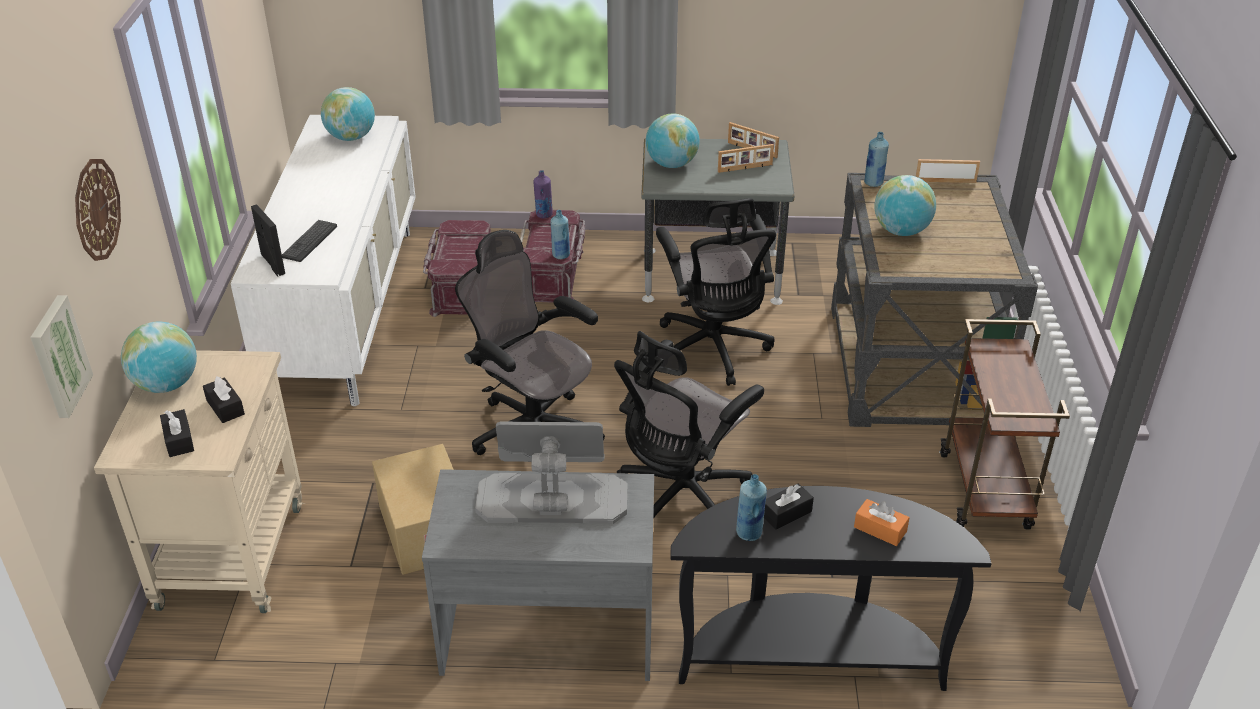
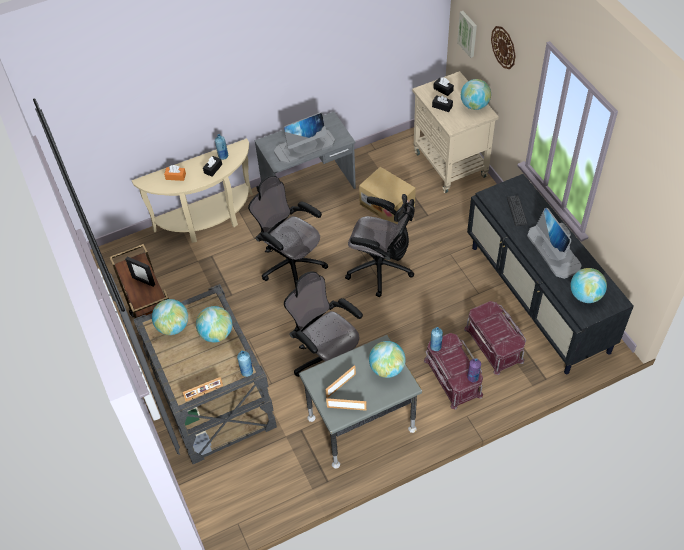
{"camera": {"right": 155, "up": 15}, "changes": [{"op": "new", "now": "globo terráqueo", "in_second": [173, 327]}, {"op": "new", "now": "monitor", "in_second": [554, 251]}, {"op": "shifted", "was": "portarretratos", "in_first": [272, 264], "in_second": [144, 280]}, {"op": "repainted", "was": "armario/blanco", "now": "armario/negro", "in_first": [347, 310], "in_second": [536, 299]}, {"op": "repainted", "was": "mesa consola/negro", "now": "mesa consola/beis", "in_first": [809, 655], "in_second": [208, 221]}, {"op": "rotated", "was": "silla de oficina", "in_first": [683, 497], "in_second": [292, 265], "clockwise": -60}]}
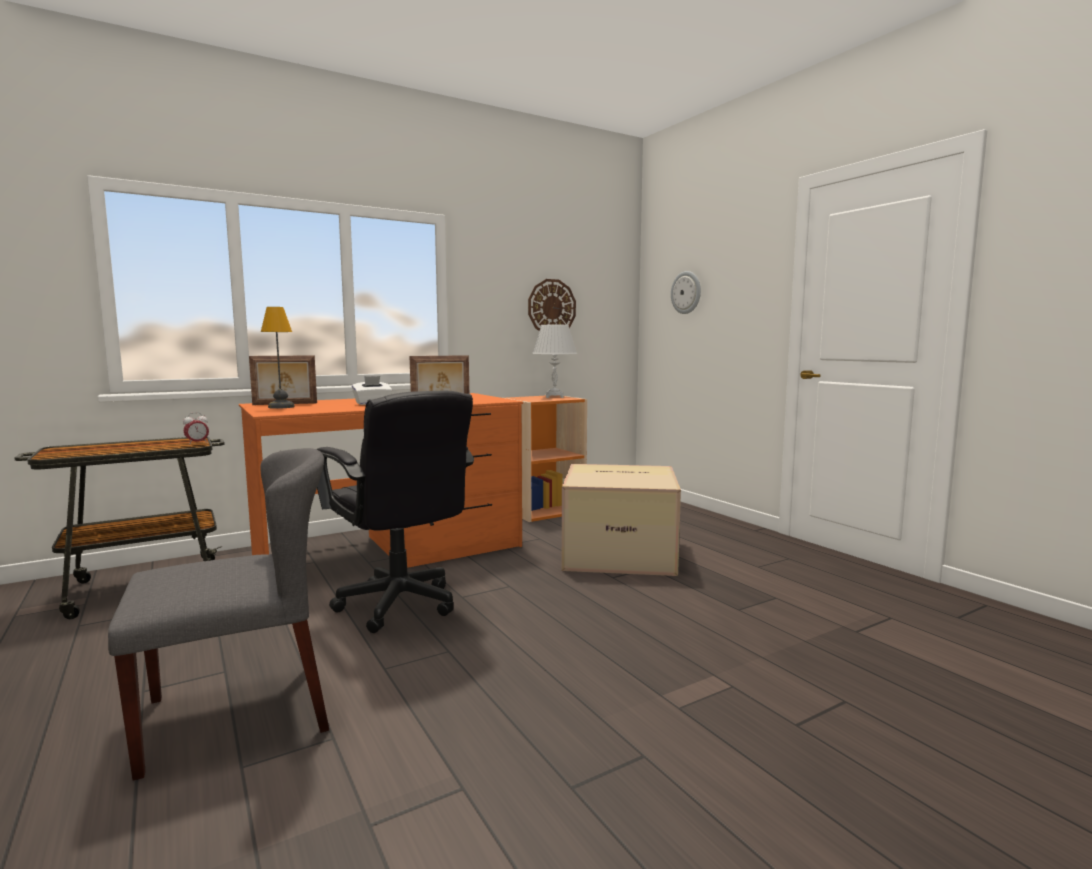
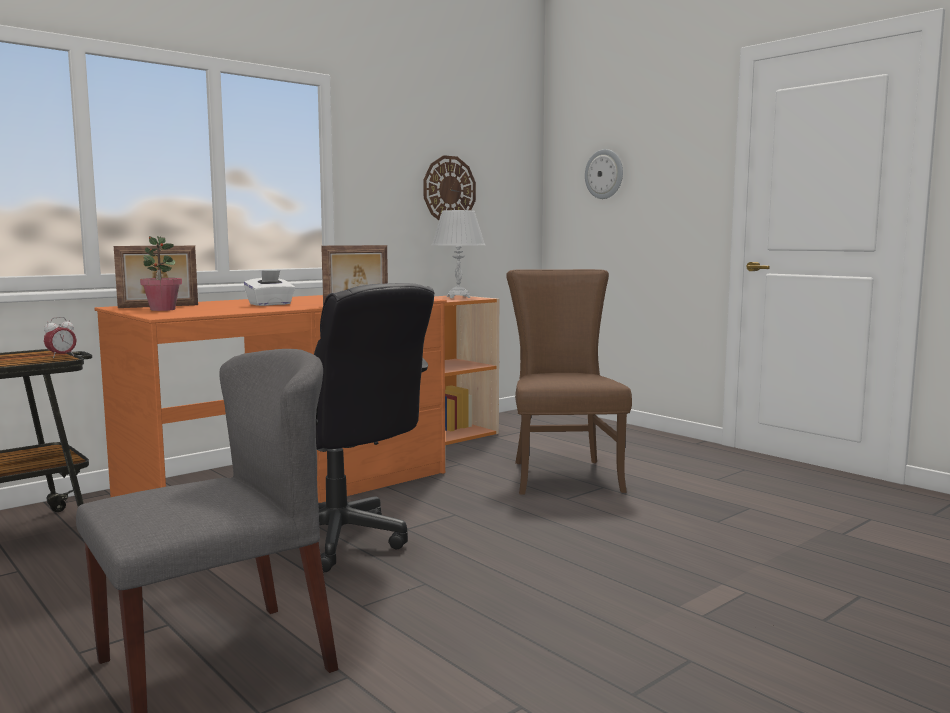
{"camera": {"right": -10, "up": 0}, "changes": [{"op": "swapped", "was": "lámpara de mesa", "now": "planta en maceta", "in_first": [281, 407], "in_second": [162, 309]}, {"op": "swapped", "was": "caja de cartón", "now": "silla/marrón", "in_first": [621, 553], "in_second": [562, 474]}]}
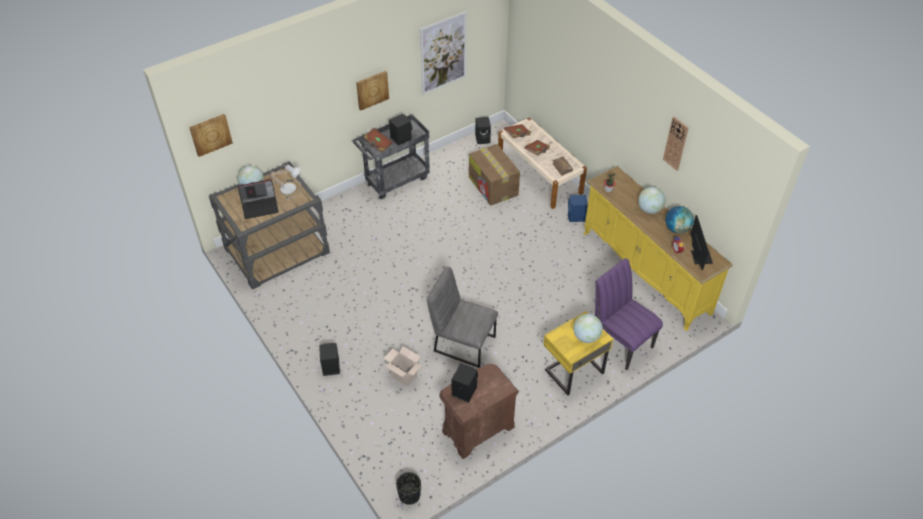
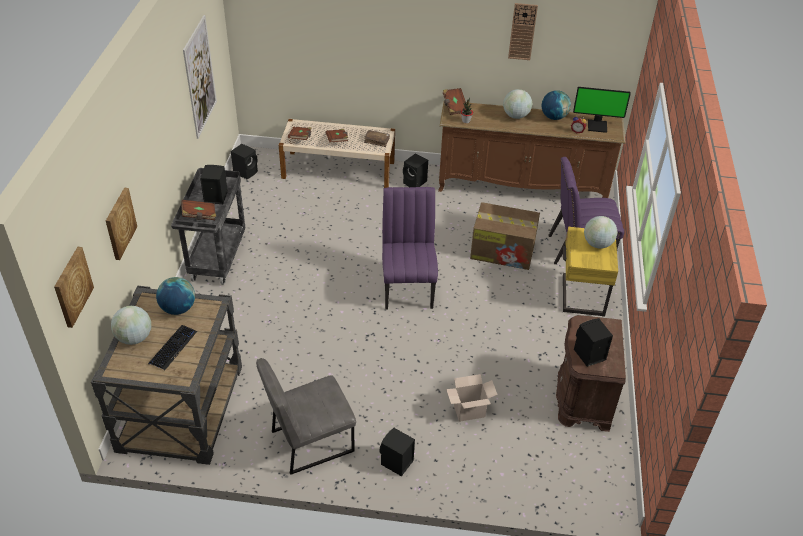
{"camera": {"right": -50, "up": -5}, "changes": [{"op": "gone", "was": "maceta/negro", "in_first": [409, 495]}, {"op": "new", "now": "silla/morado", "in_second": [407, 287]}, {"op": "new", "now": "libro/marrón", "in_second": [454, 107]}, {"op": "shifted", "was": "cuadro", "in_first": [372, 90], "in_second": [119, 223]}, {"op": "shifted", "was": "silla/gris", "in_first": [463, 343], "in_second": [310, 441]}, {"op": "shifted", "was": "caja de cartón", "in_first": [493, 186], "in_second": [503, 251]}, {"op": "swapped", "was": "portátil", "now": "teclado", "in_first": [260, 206], "in_second": [173, 347]}, {"op": "swapped", "was": "lámpara de mesa", "now": "globo terráqueo", "in_first": [289, 188], "in_second": [178, 308]}, {"op": "repainted", "was": "altavoz/azul", "now": "altavoz/negro", "in_first": [576, 217], "in_second": [415, 182]}, {"op": "repainted", "was": "armario/amarillo", "now": "armario/marrón", "in_first": [644, 273], "in_second": [522, 188]}, {"op": "rotated", "was": "monitor", "in_first": [700, 257], "in_second": [597, 125], "clockwise": 150}]}
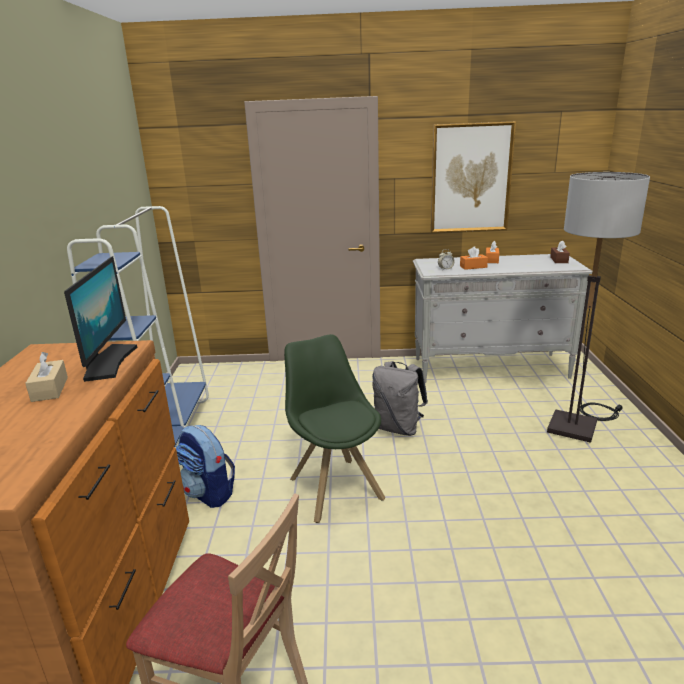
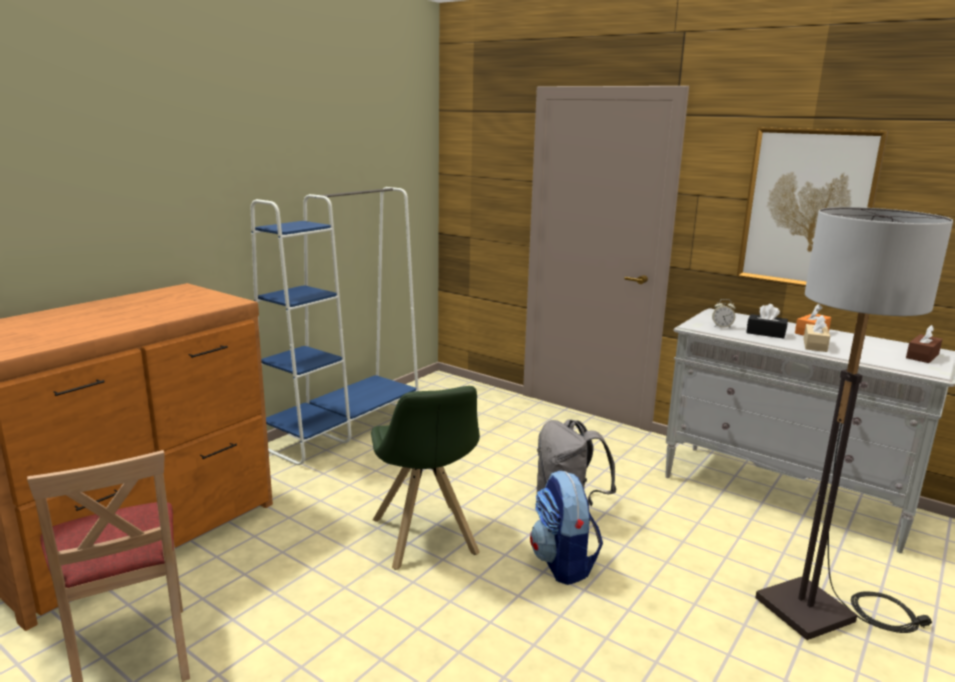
{"camera": {"right": 35, "up": -5}, "changes": [{"op": "gone", "was": "monitor", "in_first": [108, 362]}, {"op": "shifted", "was": "caja de pañuelos/beis", "in_first": [50, 389], "in_second": [815, 345]}, {"op": "shifted", "was": "mochila", "in_first": [209, 493], "in_second": [563, 564]}, {"op": "repainted", "was": "caja de pañuelos/naranja", "now": "caja de pañuelos/negro", "in_first": [473, 267], "in_second": [765, 333]}, {"op": "rotated", "was": "silla/verde", "in_first": [335, 488], "in_second": [425, 536], "clockwise": 150}]}
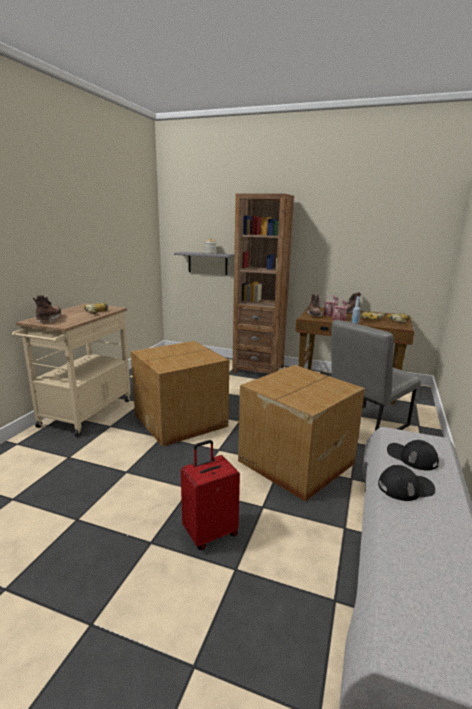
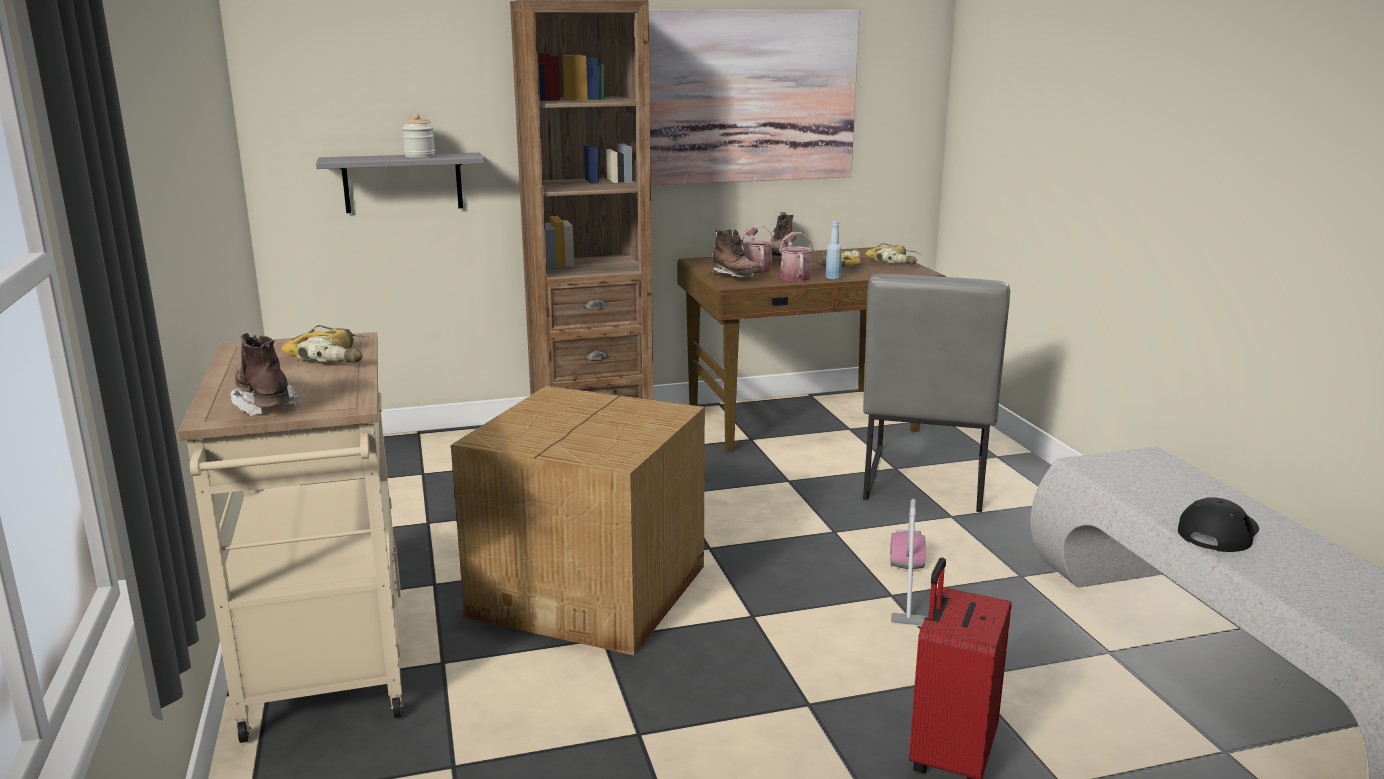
{"camera": {"right": -35, "up": 0}, "changes": [{"op": "gone", "was": "gorra/negro", "in_first": [411, 457]}, {"op": "new", "now": "cuadro", "in_second": [751, 97]}, {"op": "swapped", "was": "caja de cartón", "now": "aspiradora", "in_first": [294, 462], "in_second": [907, 585]}]}
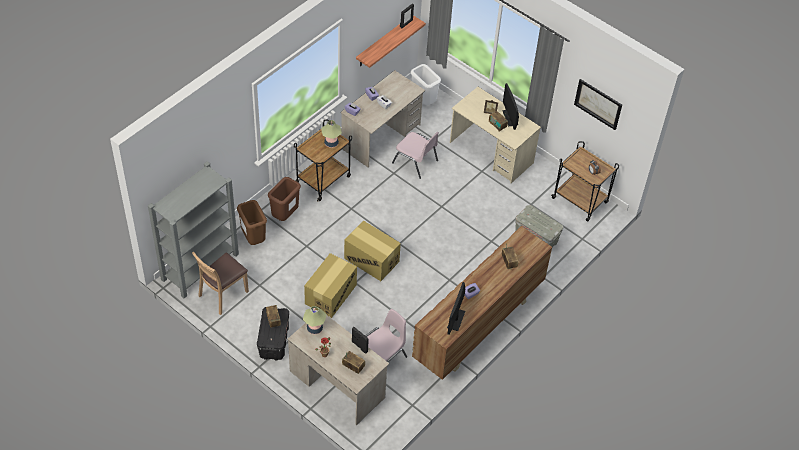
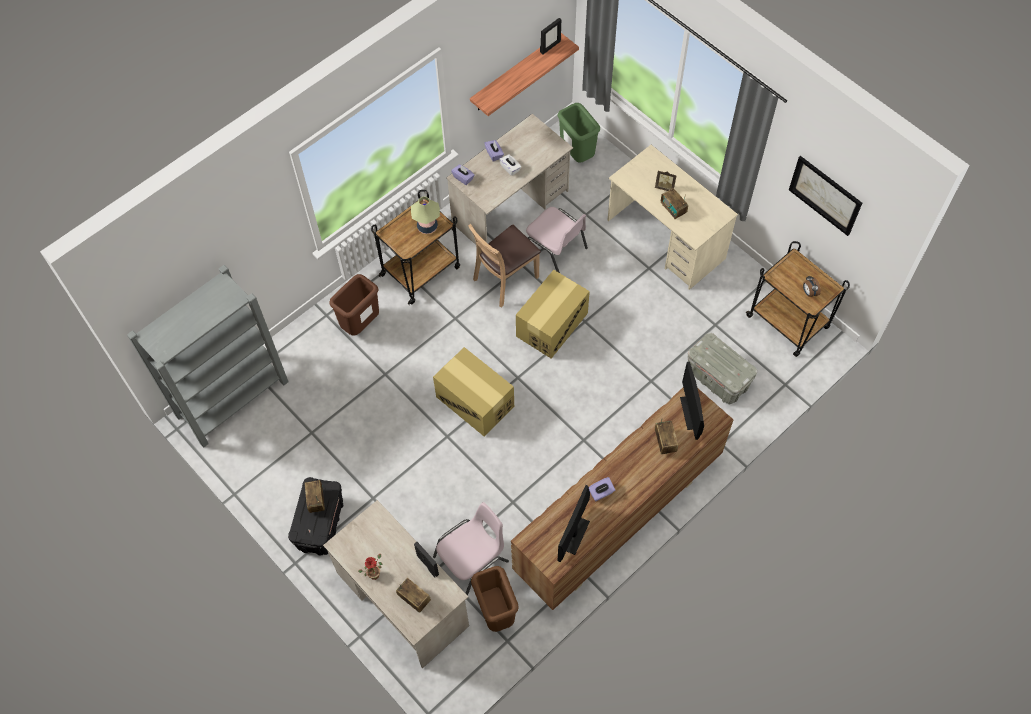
{"camera": {"right": 10, "up": 10}, "changes": [{"op": "gone", "was": "lámpara de mesa", "in_first": [314, 328]}, {"op": "shifted", "was": "silla/marrón", "in_first": [223, 294], "in_second": [505, 279]}, {"op": "shifted", "was": "papelera/marrón", "in_first": [253, 239], "in_second": [495, 612]}, {"op": "shifted", "was": "caja de cartón", "in_first": [330, 294], "in_second": [552, 325]}, {"op": "shifted", "was": "monitor", "in_first": [510, 117], "in_second": [691, 412]}, {"op": "repainted", "was": "papelera/blanco", "now": "papelera/verde", "in_first": [424, 101], "in_second": [577, 155]}]}
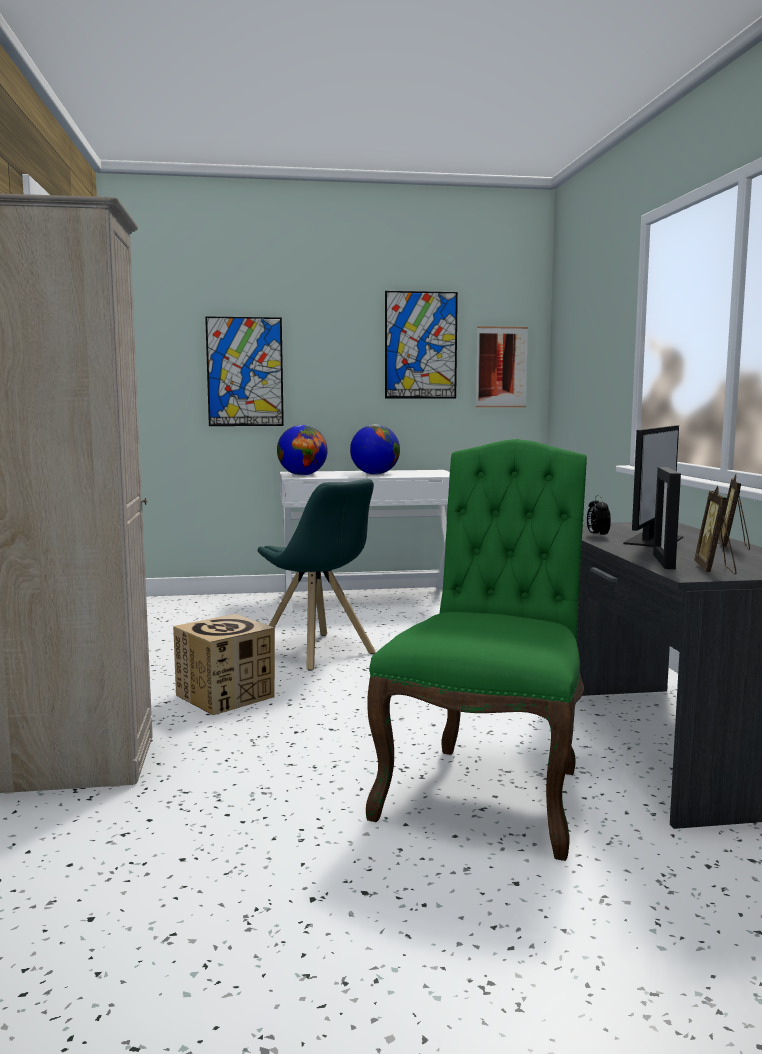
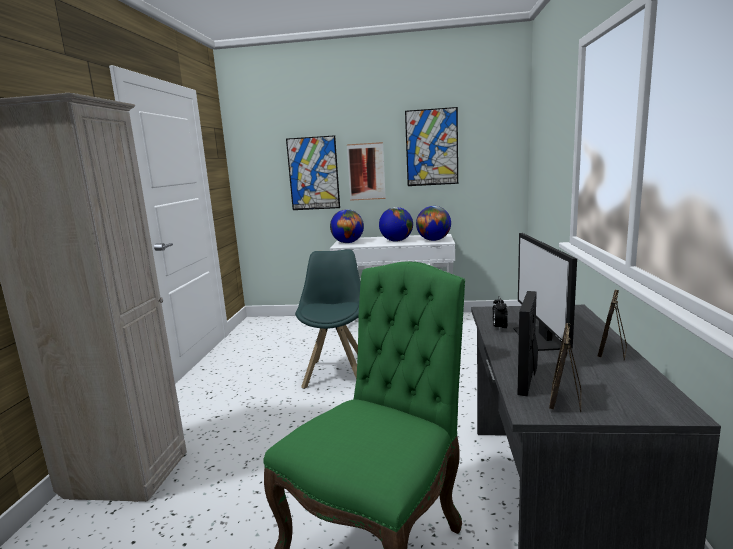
{"camera": {"right": 15, "up": 5}, "changes": [{"op": "gone", "was": "caja de cartón", "in_first": [225, 696]}, {"op": "new", "now": "globo terráqueo", "in_second": [433, 240]}, {"op": "shifted", "was": "cuadro", "in_first": [501, 367], "in_second": [366, 171]}, {"op": "rotated", "was": "silla/turquesa", "in_first": [317, 651], "in_second": [336, 373], "clockwise": -150}, {"op": "rotated", "was": "monitor", "in_first": [652, 540], "in_second": [542, 338], "clockwise": 135}]}
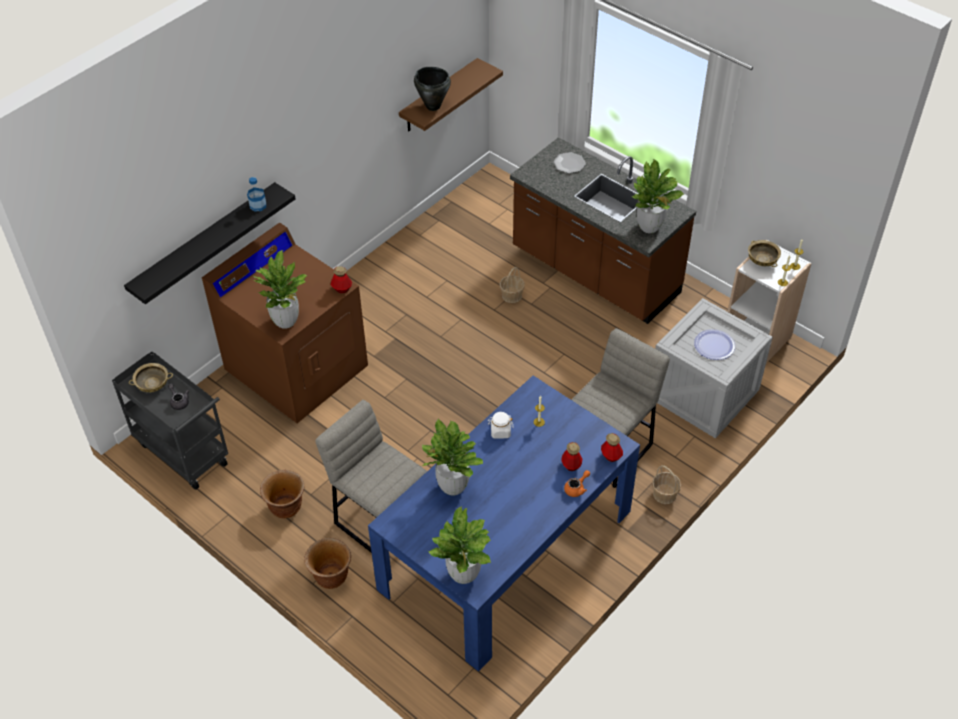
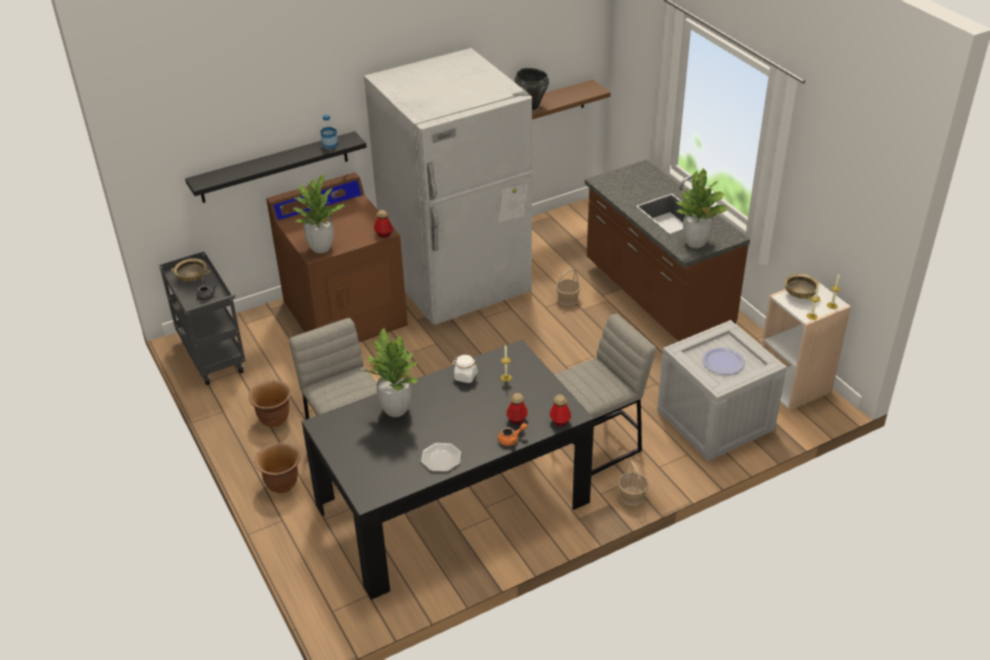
{"camera": {"right": 20, "up": -10}, "changes": [{"op": "gone", "was": "planta en maceta", "in_first": [464, 574]}, {"op": "new", "now": "nevera/blanco", "in_second": [457, 279]}, {"op": "shifted", "was": "plato", "in_first": [569, 163], "in_second": [441, 458]}, {"op": "repainted", "was": "mesa de comedor/azul", "now": "mesa de comedor/negro", "in_first": [506, 549], "in_second": [452, 503]}]}
